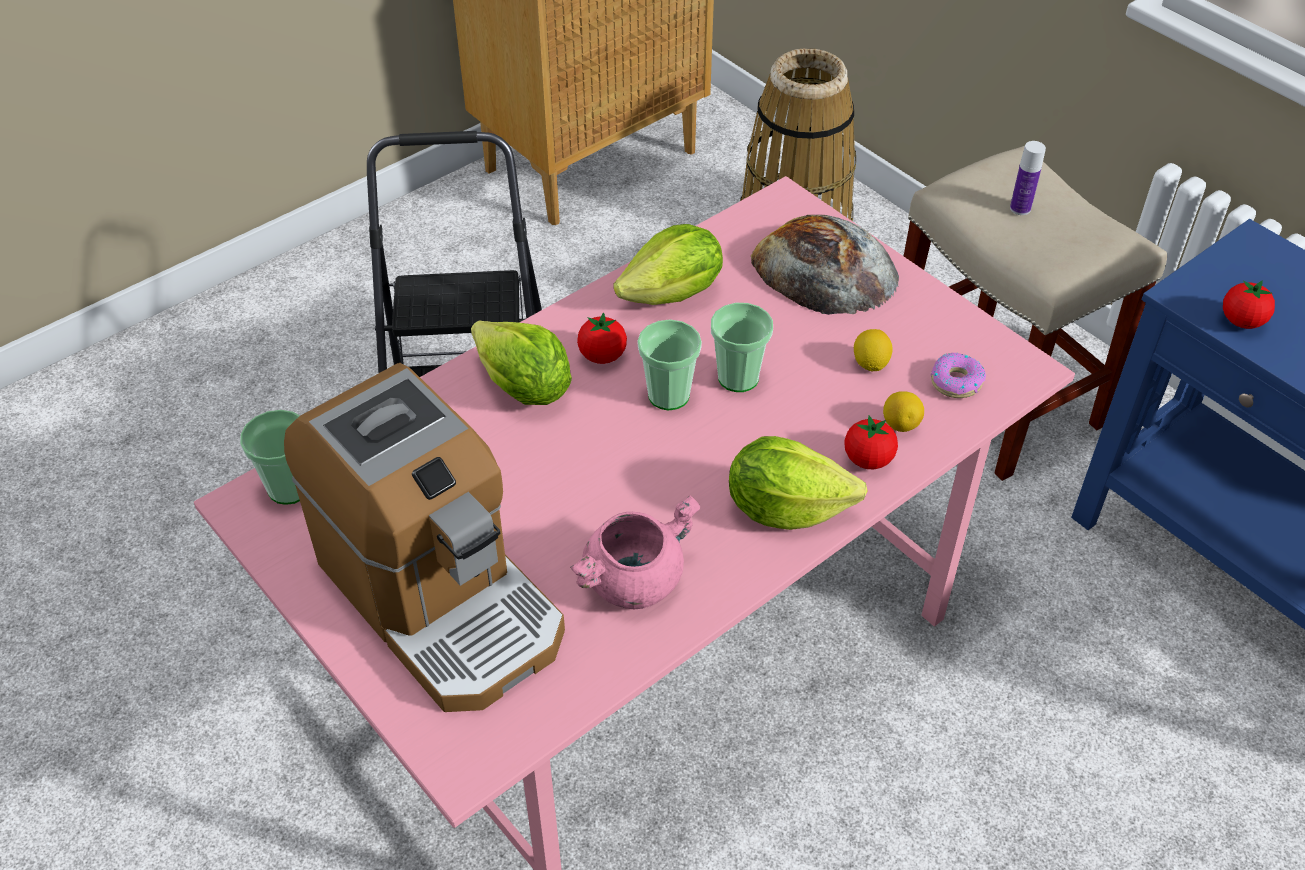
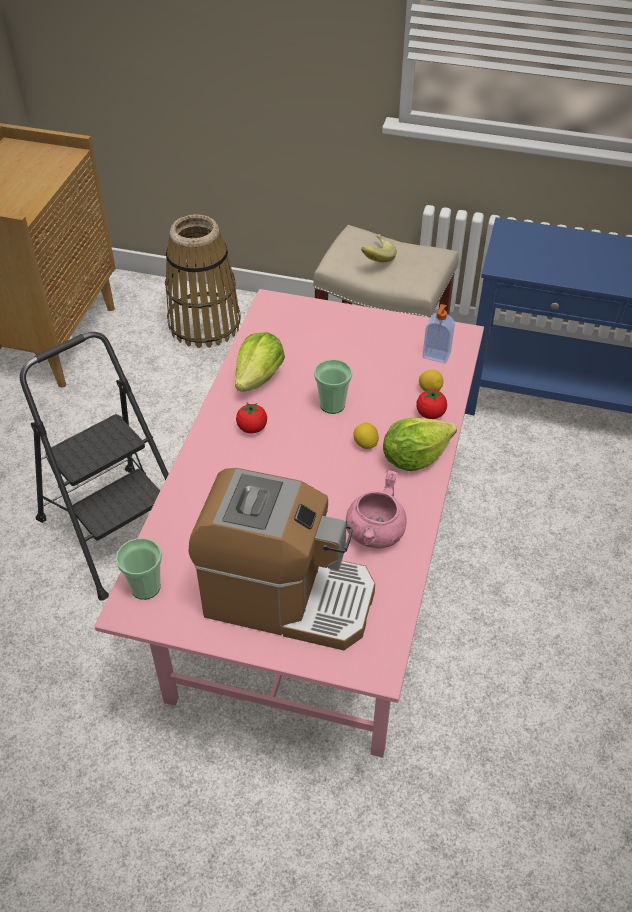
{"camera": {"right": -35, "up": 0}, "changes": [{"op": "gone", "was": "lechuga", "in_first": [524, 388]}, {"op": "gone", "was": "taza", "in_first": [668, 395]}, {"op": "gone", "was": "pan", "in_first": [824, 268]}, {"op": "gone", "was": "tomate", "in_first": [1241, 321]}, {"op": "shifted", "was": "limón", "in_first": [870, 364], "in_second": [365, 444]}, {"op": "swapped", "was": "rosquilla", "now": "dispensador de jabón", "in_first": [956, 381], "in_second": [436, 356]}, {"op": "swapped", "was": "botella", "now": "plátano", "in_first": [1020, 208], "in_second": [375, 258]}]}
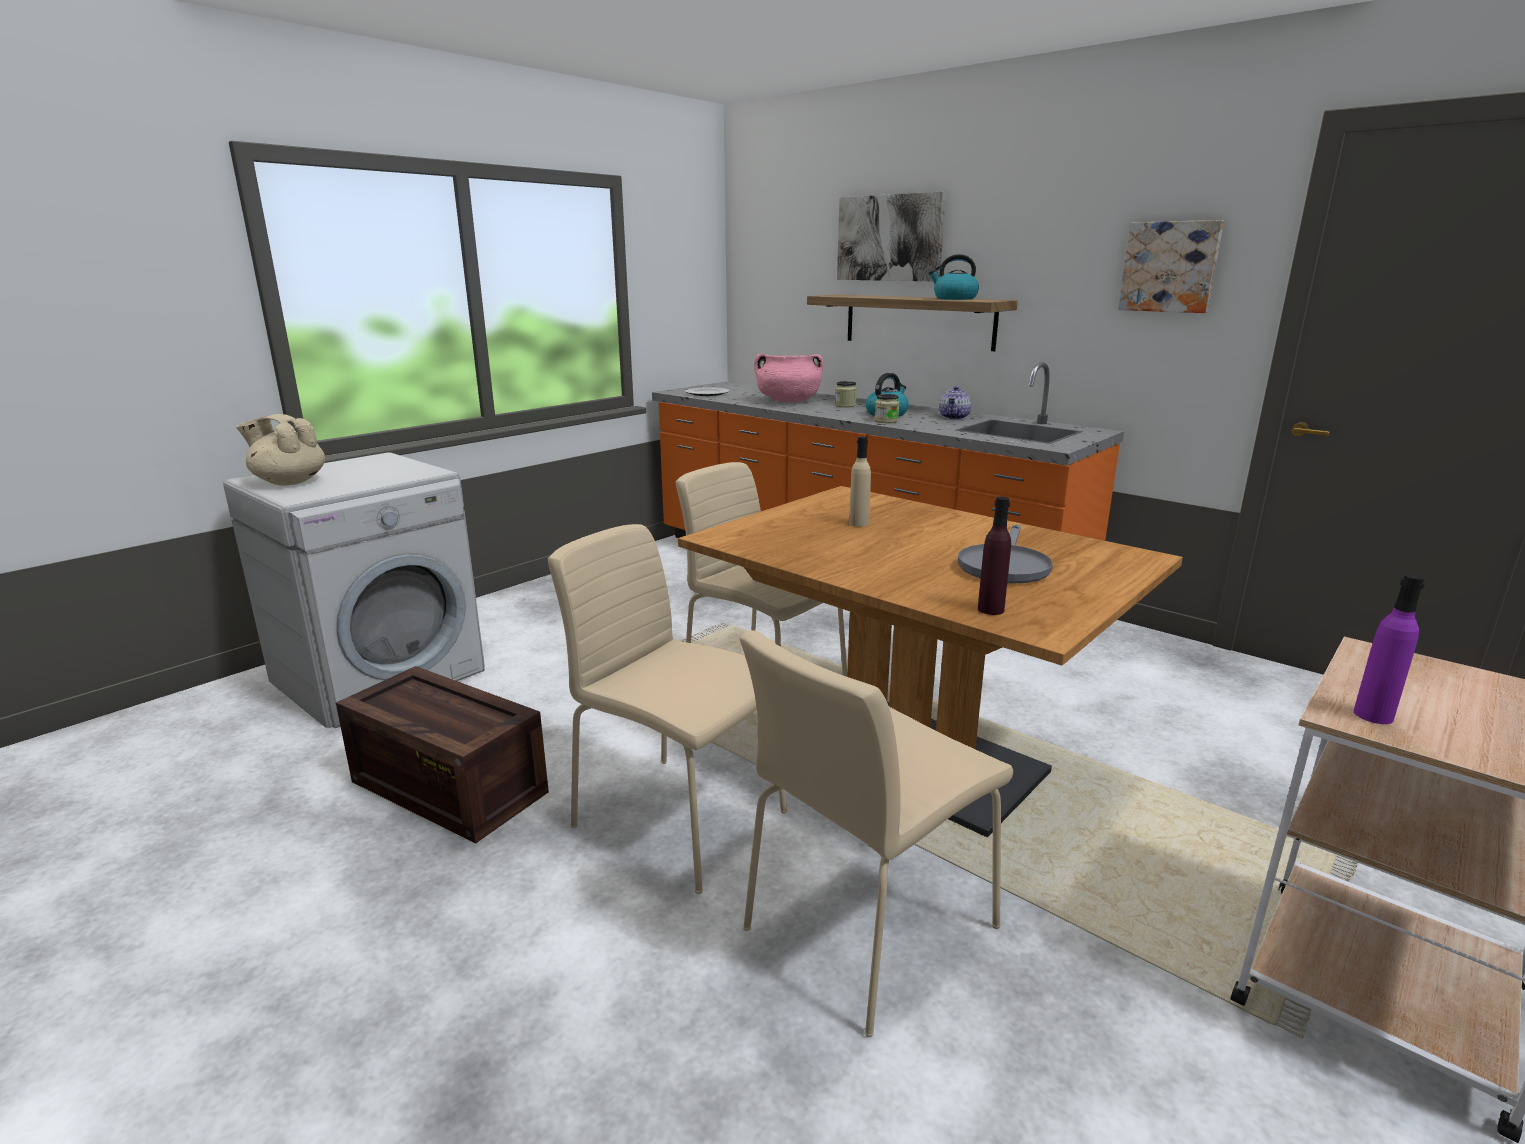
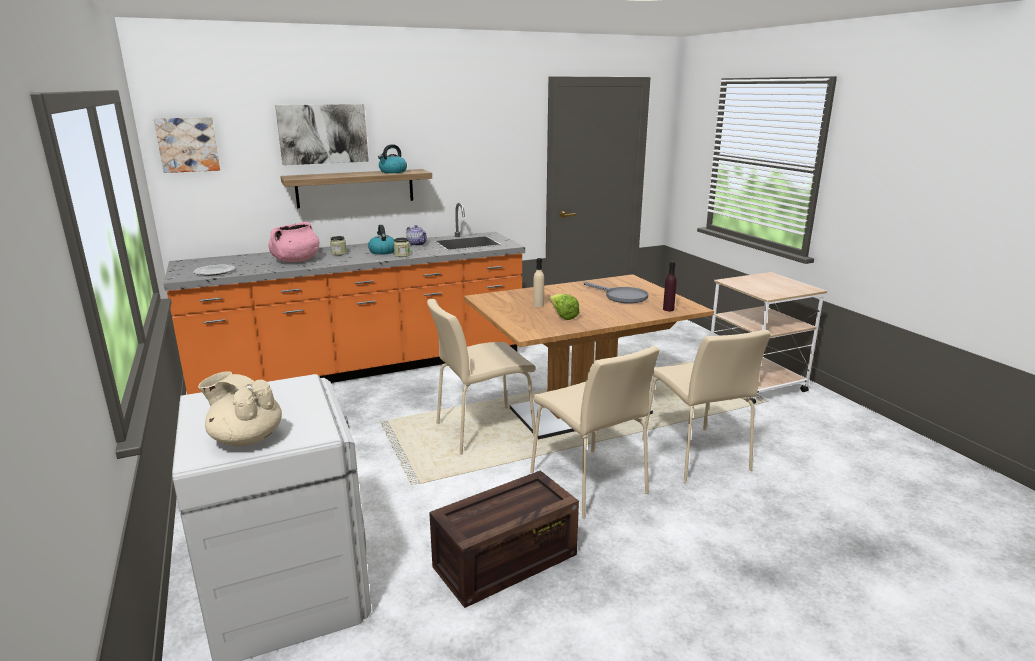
{"camera": {"right": -65, "up": 0}, "changes": [{"op": "gone", "was": "botella/morado", "in_first": [1373, 715]}, {"op": "new", "now": "lechuga", "in_second": [562, 316]}, {"op": "shifted", "was": "cuadro", "in_first": [1170, 267], "in_second": [188, 144]}, {"op": "rotated", "was": "tetera/beis", "in_first": [289, 482], "in_second": [246, 438], "clockwise": 75}, {"op": "rotated", "was": "silla/beis", "in_first": [673, 817], "in_second": [591, 484], "clockwise": -90}]}
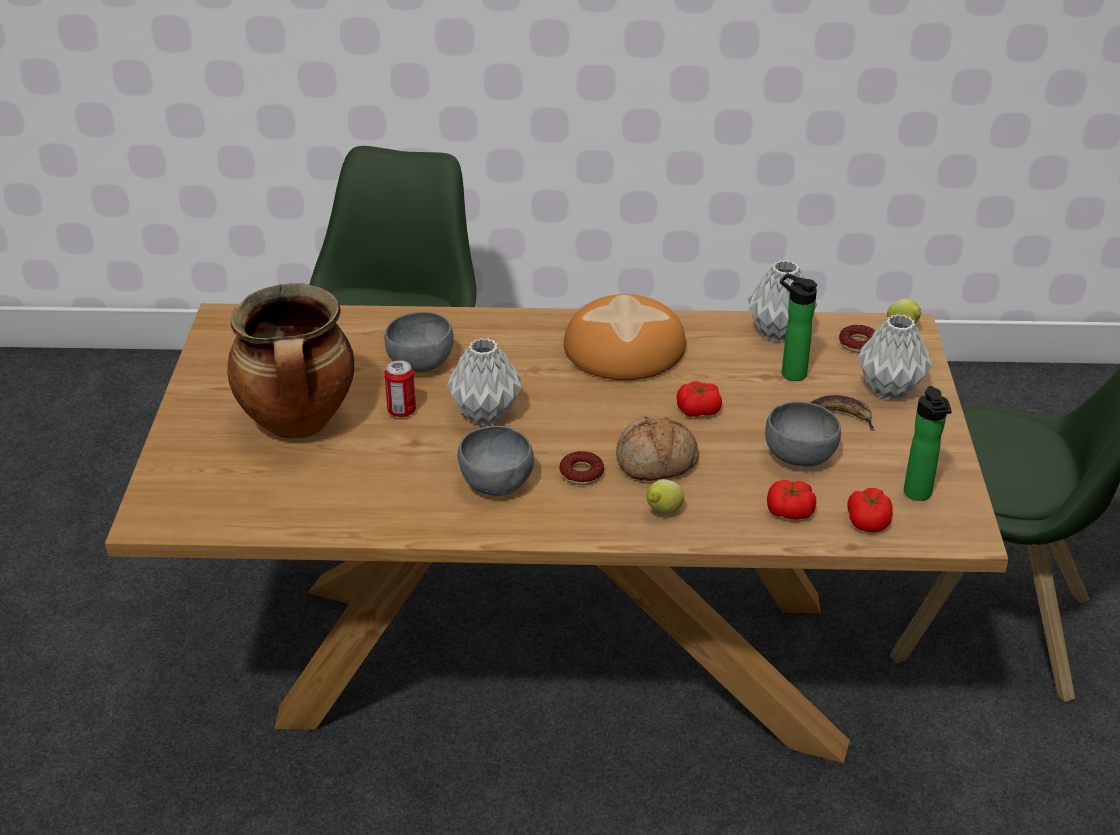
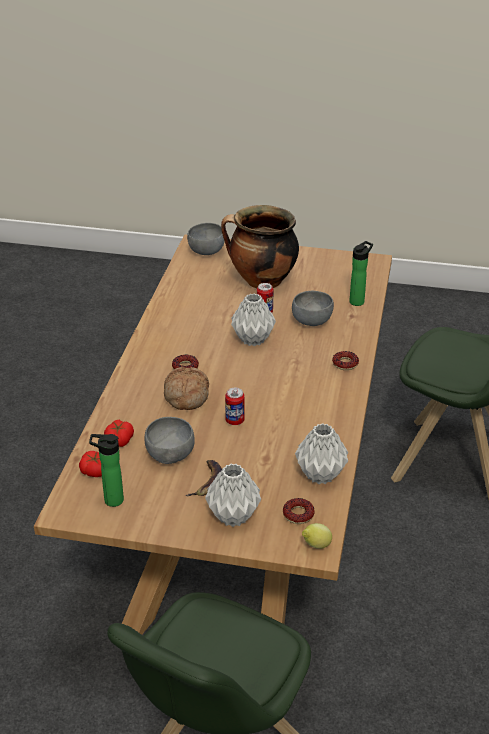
{"camera": {"right": 100, "up": 0}, "changes": [{"op": "gone", "was": "pan", "in_first": [624, 347]}, {"op": "gone", "was": "limón", "in_first": [663, 512]}, {"op": "new", "now": "rosquilla", "in_second": [345, 363]}, {"op": "shifted", "was": "cuenco/gris", "in_first": [497, 484], "in_second": [206, 251]}, {"op": "shifted", "was": "botella", "in_first": [790, 372], "in_second": [358, 301]}, {"op": "swapped", "was": "tomate", "now": "lata", "in_first": [698, 410], "in_second": [235, 421]}]}
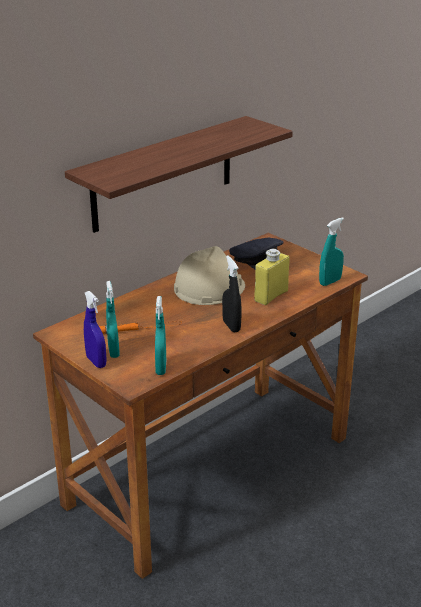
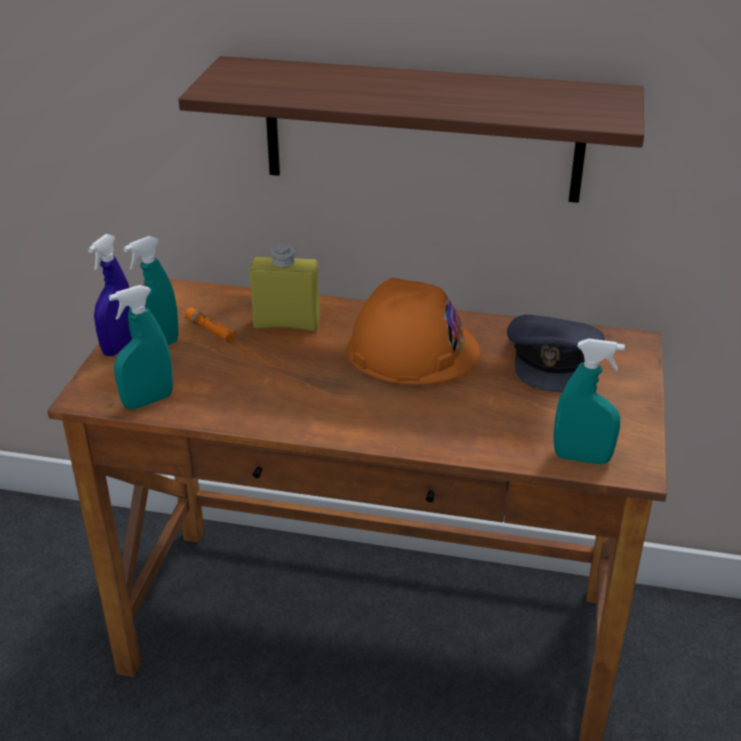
{"camera": {"right": 55, "up": 5}, "changes": [{"op": "gone", "was": "pulverizador/negro", "in_first": [231, 326]}, {"op": "shifted", "was": "botella/amarillo", "in_first": [271, 296], "in_second": [286, 324]}, {"op": "repainted", "was": "casco/beis", "now": "casco/naranja", "in_first": [209, 287], "in_second": [412, 349]}]}
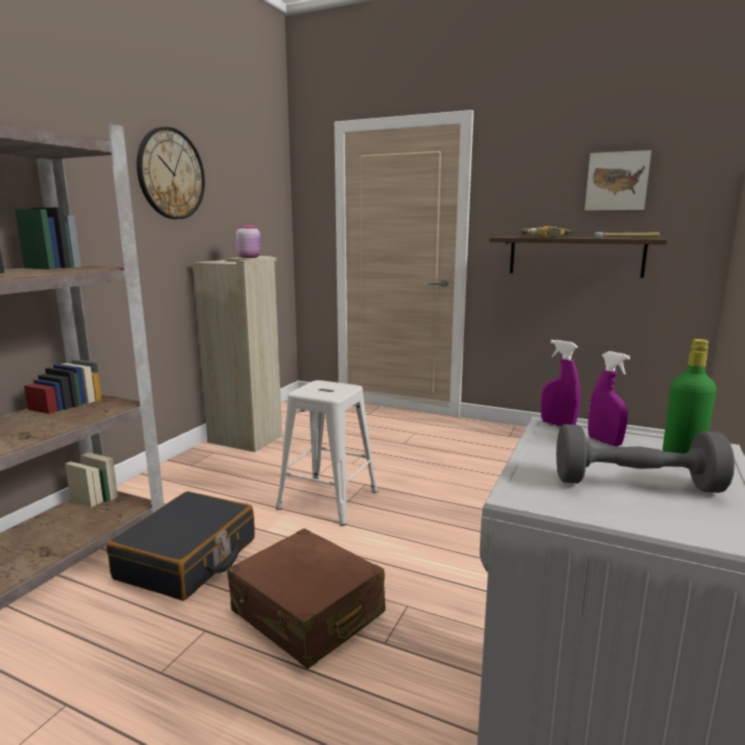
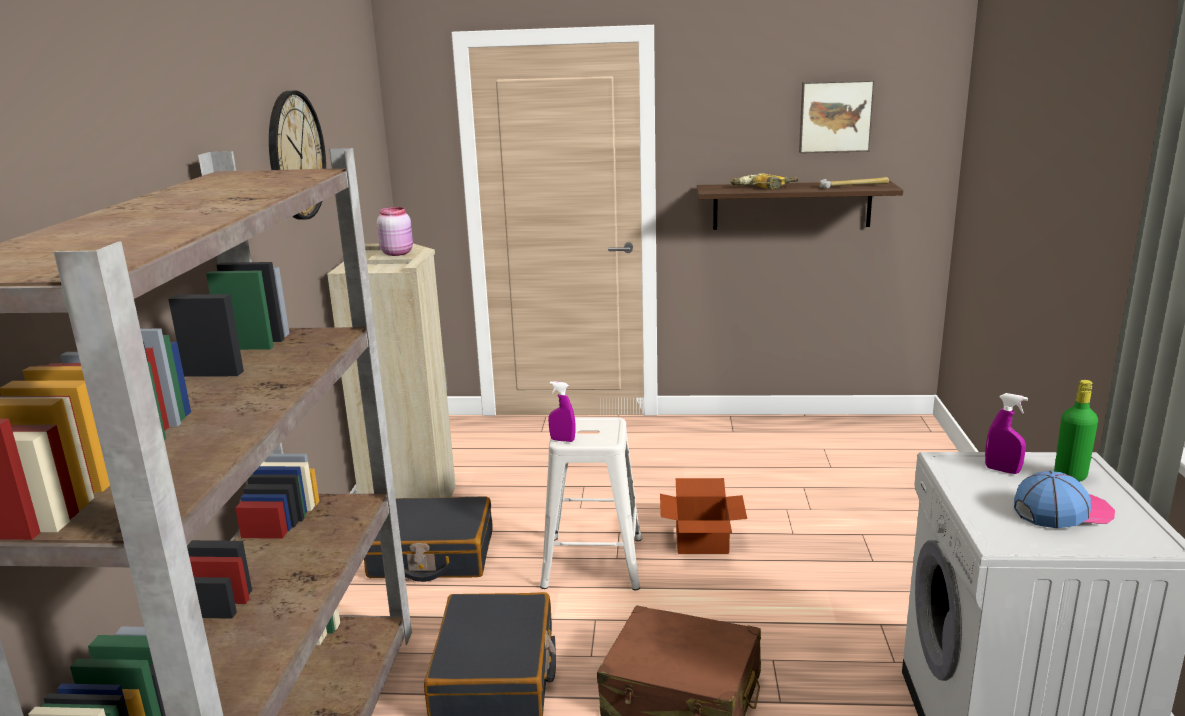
{"camera": {"right": -20, "up": 5}, "changes": [{"op": "new", "now": "maleta/negro", "in_second": [431, 555]}, {"op": "new", "now": "caja de cartón", "in_second": [701, 541]}, {"op": "shifted", "was": "pulverizador/morado", "in_first": [557, 424], "in_second": [562, 440]}, {"op": "swapped", "was": "mancuerna/gris", "now": "gorra", "in_first": [635, 484], "in_second": [1062, 511]}]}
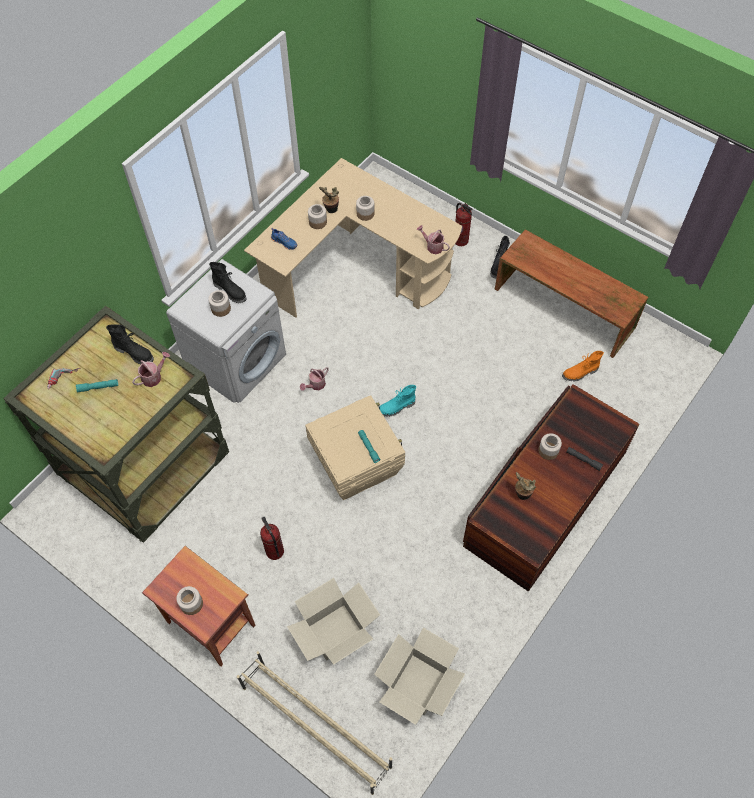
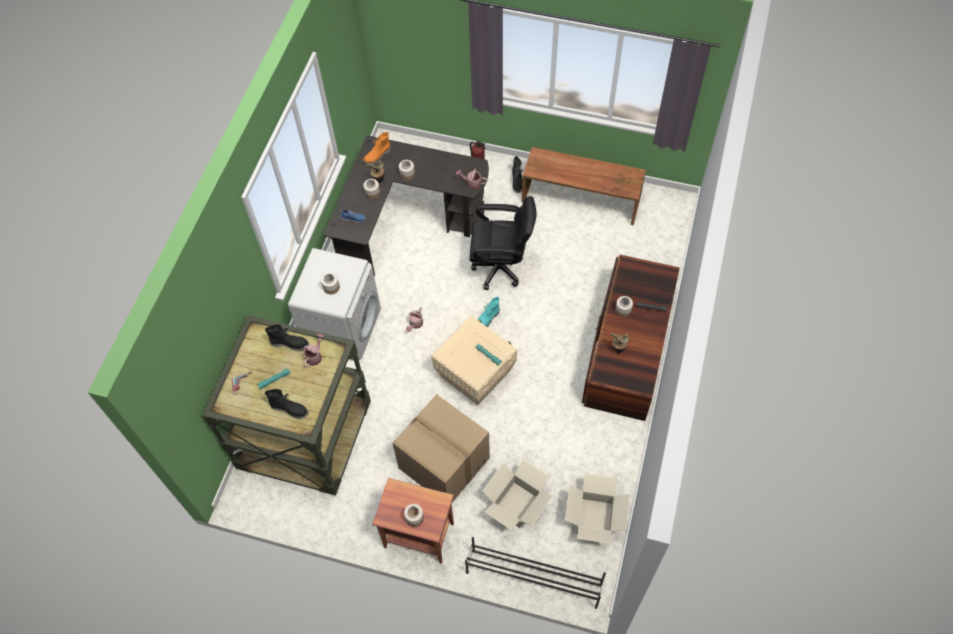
{"camera": {"right": -20, "up": 0}, "changes": [{"op": "new", "now": "silla de oficina/negro", "in_second": [501, 269]}, {"op": "shifted", "was": "bota/negro", "in_first": [230, 291], "in_second": [290, 409]}, {"op": "shifted", "was": "bota/naranja", "in_first": [580, 373], "in_second": [377, 156]}, {"op": "swapped", "was": "extintor", "now": "caja de cartón", "in_first": [274, 551], "in_second": [442, 463]}, {"op": "repainted", "was": "zapatero/beis", "now": "zapatero/negro", "in_first": [315, 726], "in_second": [533, 577]}, {"op": "repainted", "was": "escritorio/beis", "now": "escritorio/negro", "in_first": [355, 269], "in_second": [405, 221]}]}
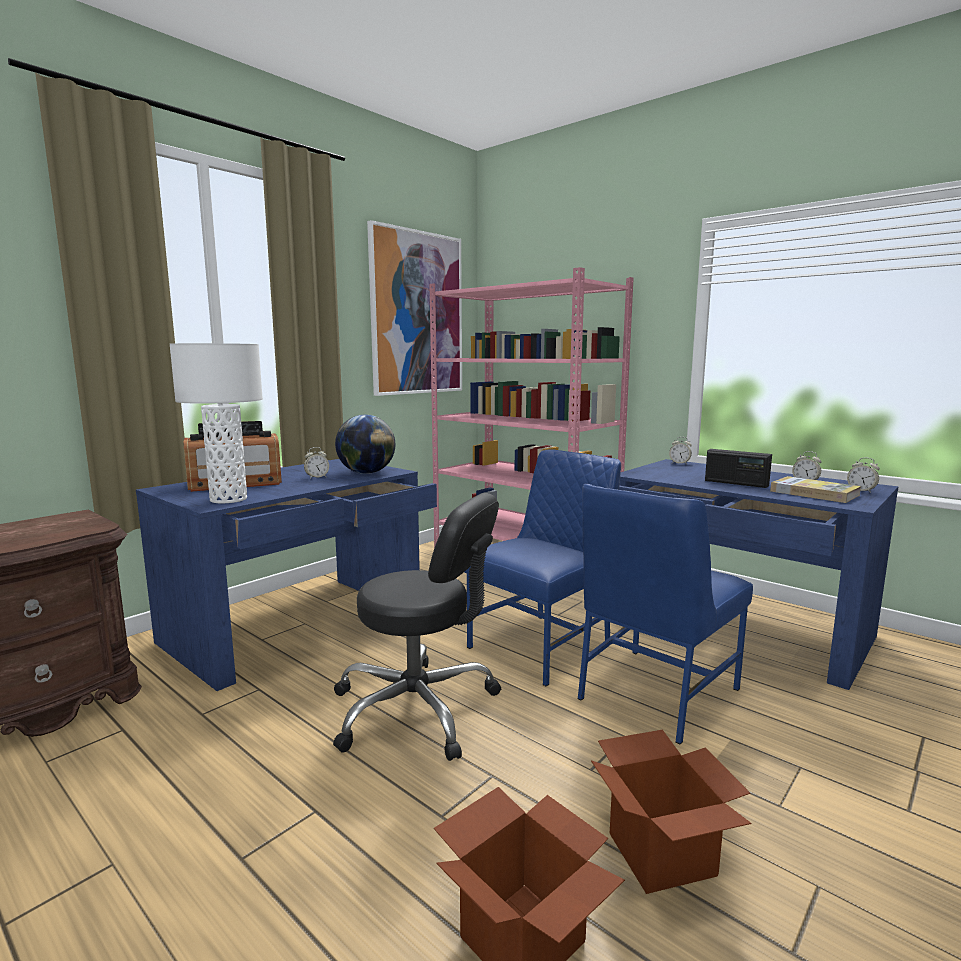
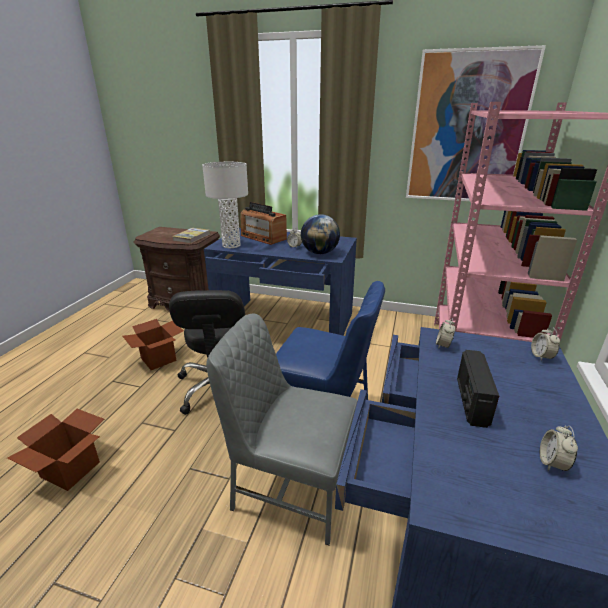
{"camera": {"right": 65, "up": 15}, "changes": [{"op": "shifted", "was": "caja de cartón", "in_first": [661, 855], "in_second": [158, 359]}, {"op": "shifted", "was": "libro", "in_first": [814, 493], "in_second": [192, 237]}, {"op": "shifted", "was": "despertador", "in_first": [861, 491], "in_second": [443, 345]}, {"op": "repainted", "was": "silla/azul", "now": "silla/gris", "in_first": [654, 693], "in_second": [290, 486]}]}
